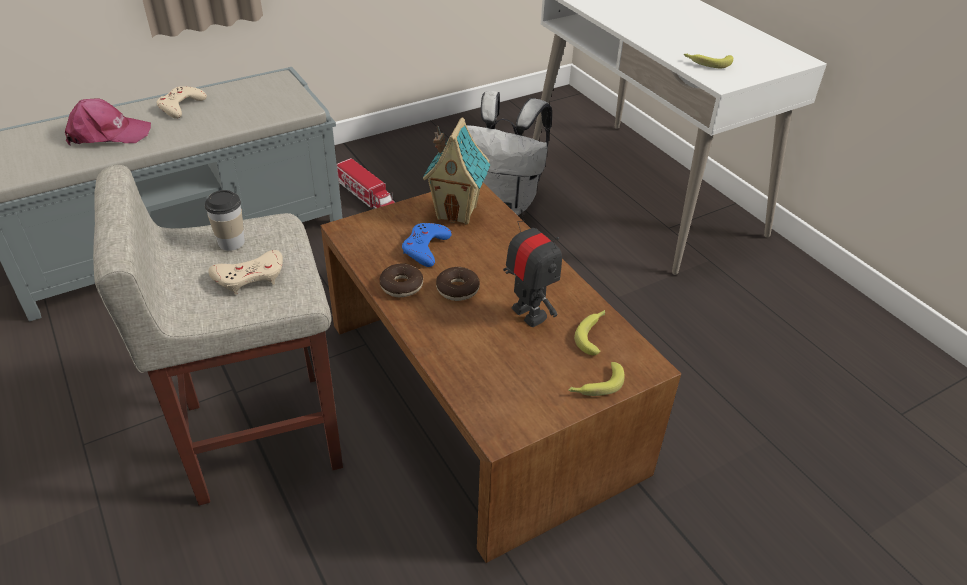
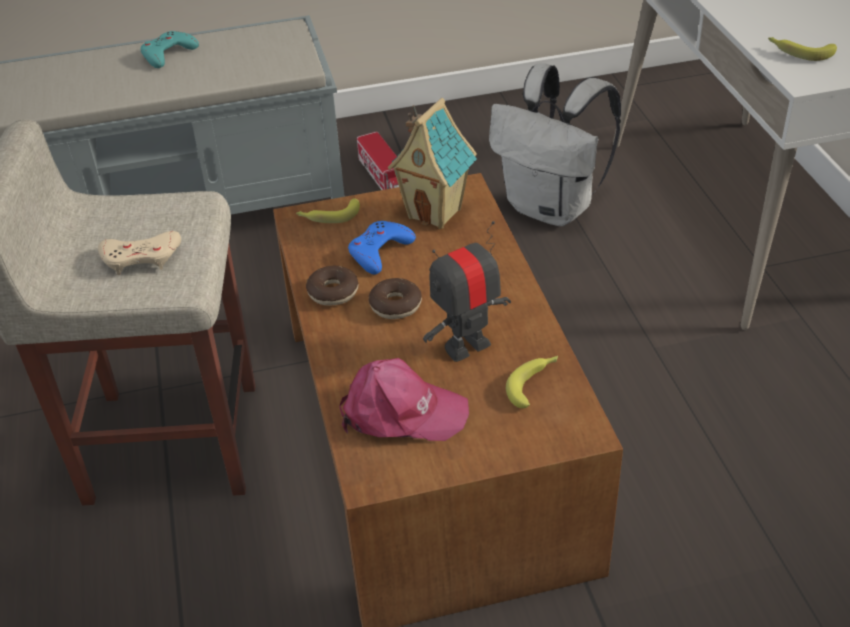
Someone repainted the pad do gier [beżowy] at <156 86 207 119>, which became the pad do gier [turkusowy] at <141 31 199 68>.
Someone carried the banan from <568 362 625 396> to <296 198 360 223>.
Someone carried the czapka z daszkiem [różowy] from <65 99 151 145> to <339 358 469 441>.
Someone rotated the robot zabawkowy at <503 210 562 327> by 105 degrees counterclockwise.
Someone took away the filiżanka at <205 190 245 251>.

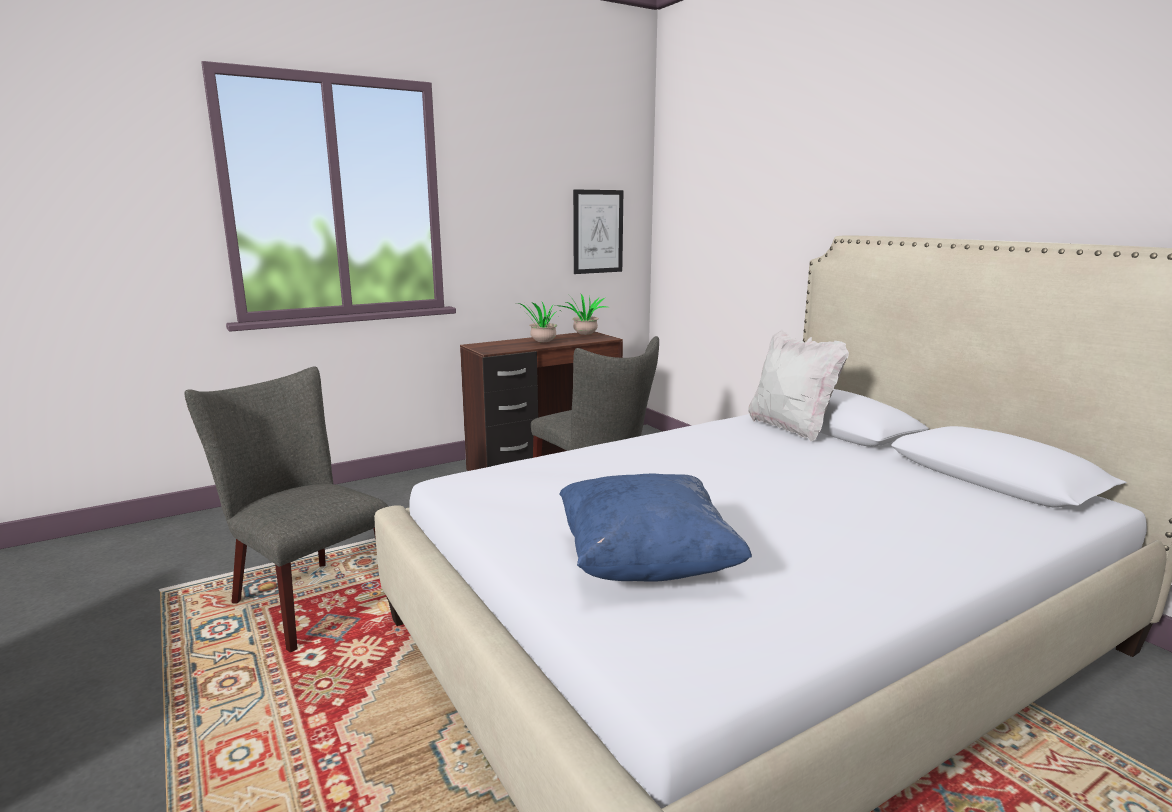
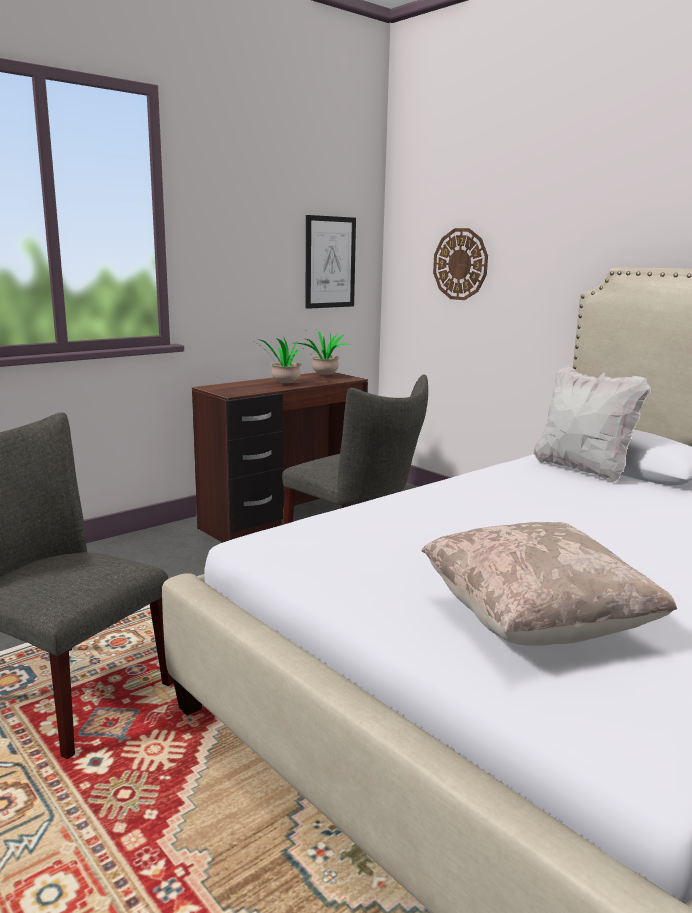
Someone repainted the poduszka [niebieski] at <559 474 752 582>, which became the poduszka [beżowy] at <422 522 677 646>.
Someone put up the zegar ścienny at <433 228 488 300>.

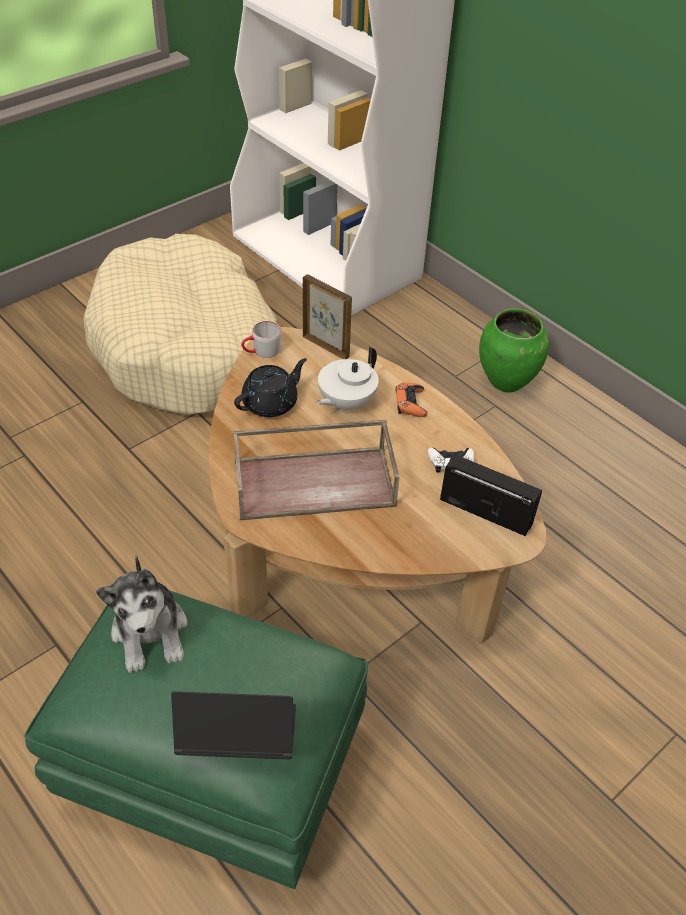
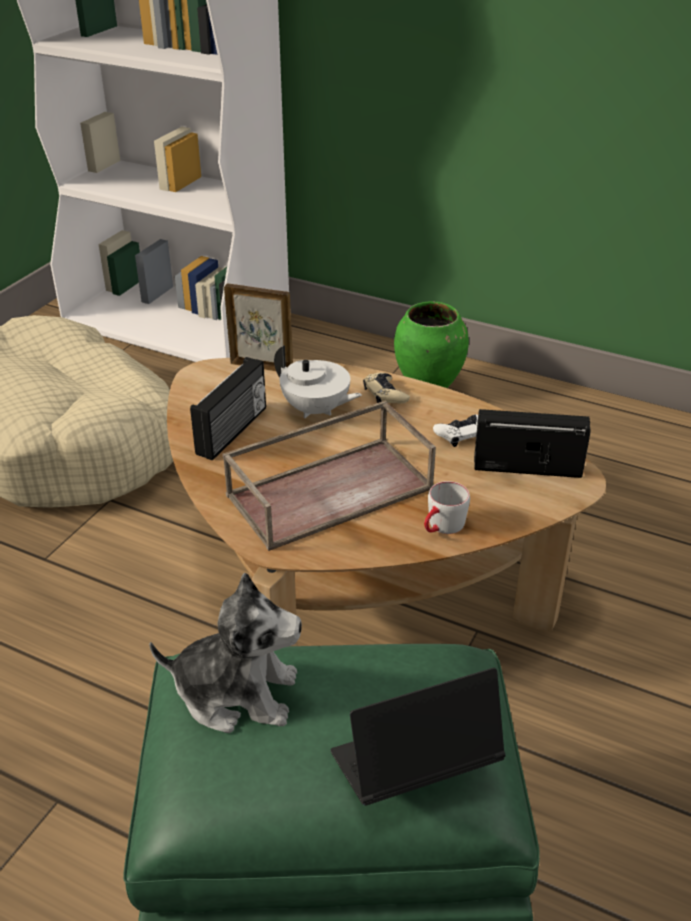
Someone rotated the pluszak at <96 555 188 673> by 45 degrees counterclockwise.
Someone swapped the imbryk [czarny] at <234 358 307 417> for the radio at <190 357 266 461>.
Someone rotated the imbryk [biały] at <316 347 379 411> by 75 degrees counterclockwise.
Someone repainted the pad do gier [pomarańczowy] at <396 383 427 417>, which became the pad do gier [beżowy] at <363 373 410 403>.
Someone carried the kubek [szary] from <241 321 281 358> to <424 481 470 534>.

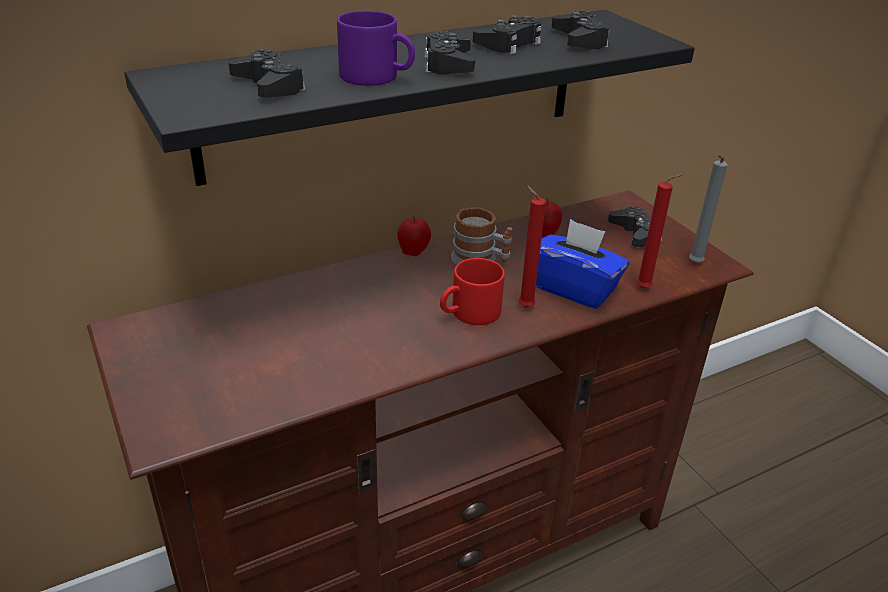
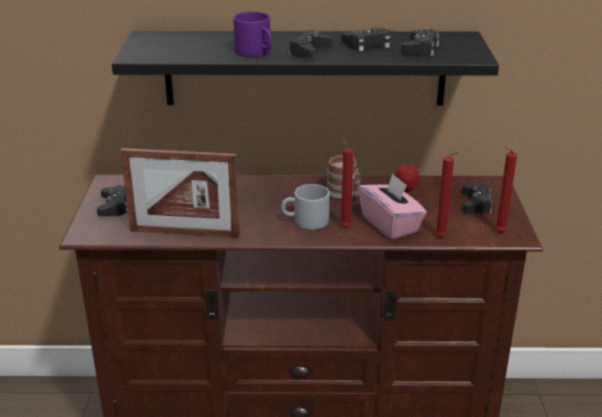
Someone carried the pad do gier [czarny] from <229 50 305 98> to <97 185 128 216>.
Someone put down the ramka na zdjęcie at <120 148 240 238>.
Someone repainted the kubek [czerwony] at <440 258 505 325>, which became the kubek [szary] at <281 184 329 230>.
Someone repainted the pudełko chusteczek [niebieski] at <536 219 629 309>, which became the pudełko chusteczek [różowy] at <358 173 427 240>.
Someone repainted the świeca [szary] at <689 155 728 263>, which became the świeca [czerwony] at <495 147 517 232>.
Someone took away the jabłko at <397 215 431 256>.

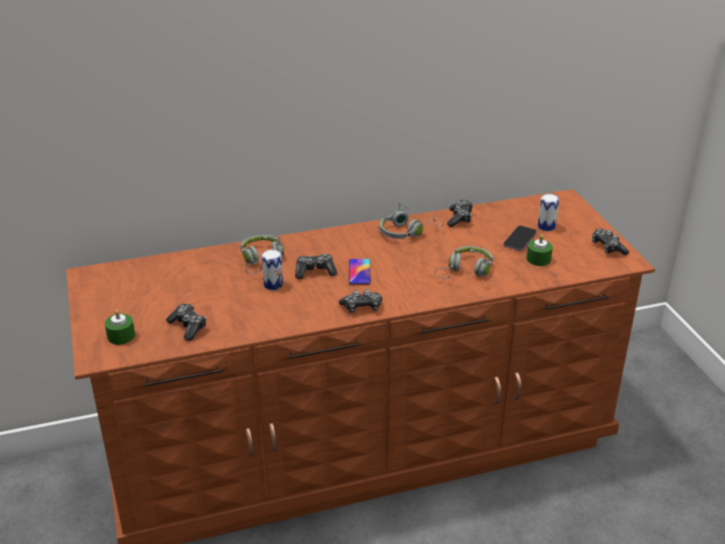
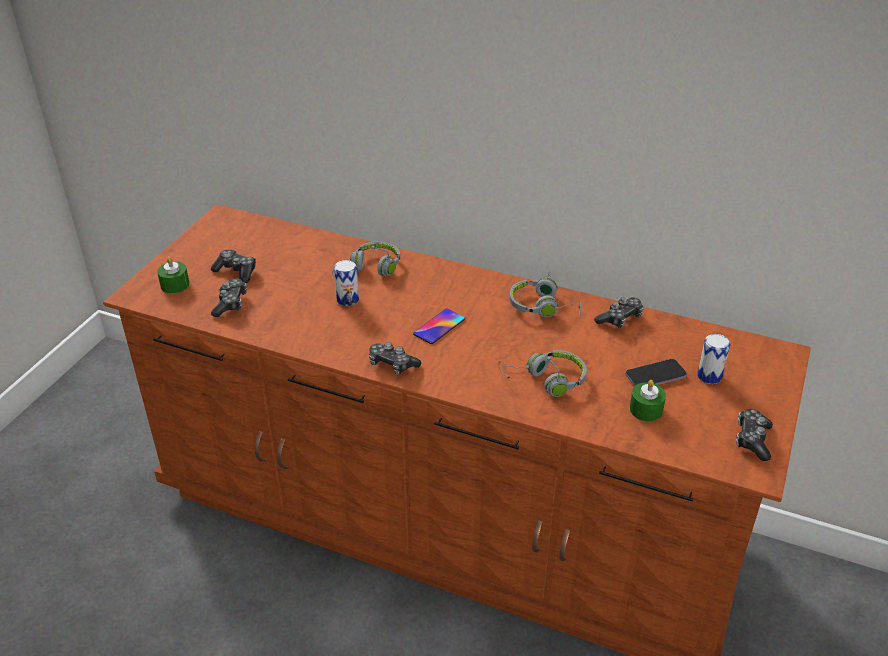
Someone carried the pad do gier from <295 254 337 279> to <211 249 256 283>.

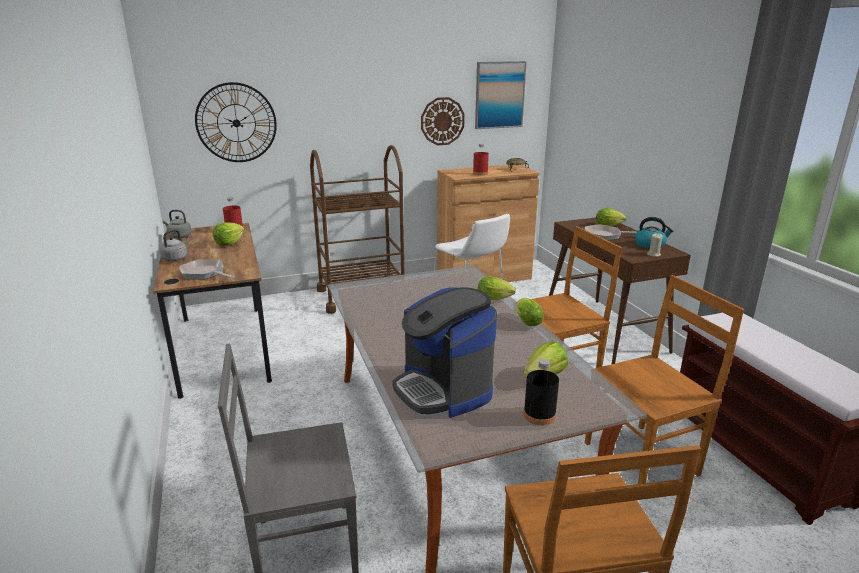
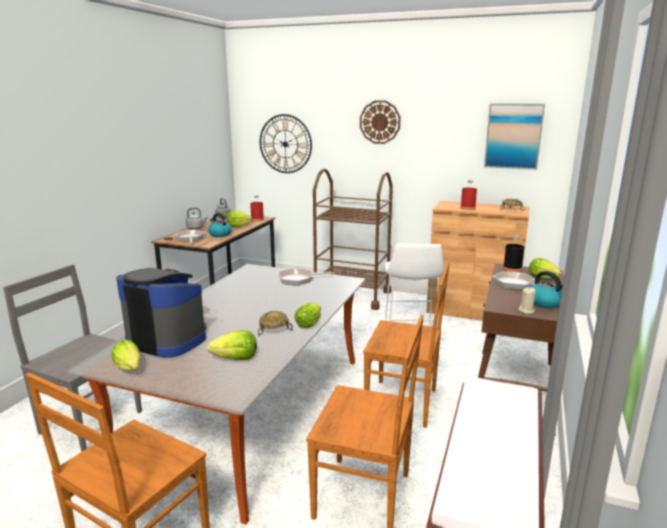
Someone carried the sałata from <478 276 516 300> to <112 340 141 371>.
Someone rotated the ekspres do kawy at <392 287 497 418> by 105 degrees clockwise.
Someone put down the czajnik at <208 213 232 237>.
Someone put down the miska [beżowy] at <258 311 293 336>.
Someone put down the patelnia at <278 268 335 286>.
Someone carried the zegar ścienny from <421 97 465 145> to <360 100 401 144>.
Someone carried the butelka [czarny] from <523 359 559 425> to <503 235 524 272>.

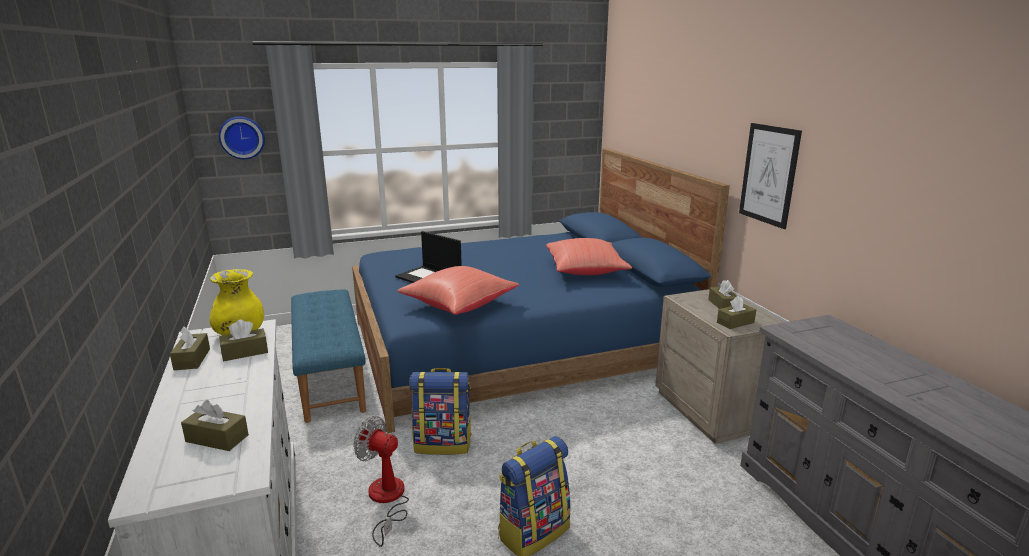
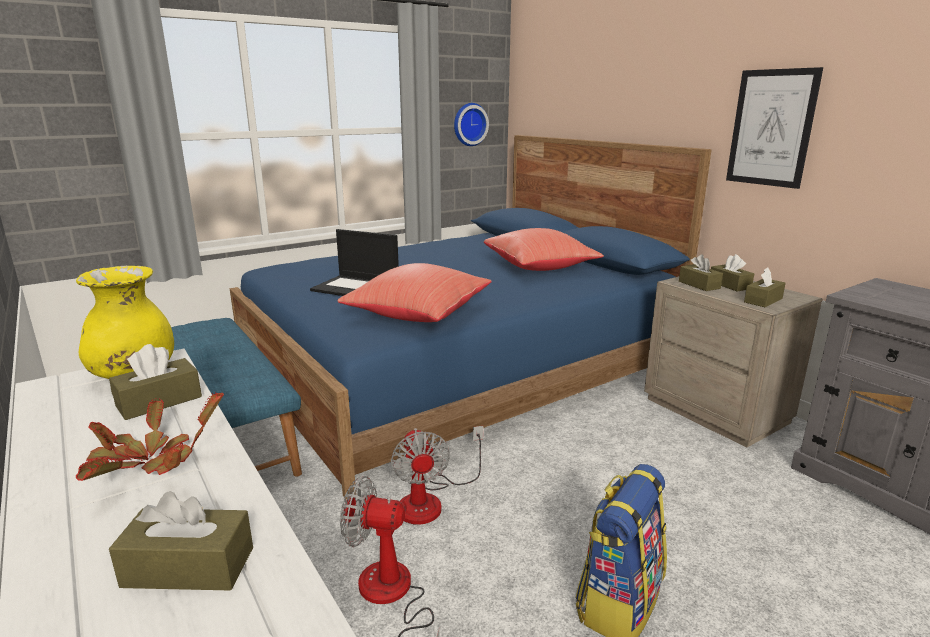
Someone put down the roślina doniczkowa at <76 392 224 481>.
Someone swapped the plecak at <409 368 472 455> for the wentylator at <391 426 483 525>.
Someone carried the zegar ścienny from <219 116 265 159> to <454 103 489 146>.
Someone carried the pudełko chusteczek [brązowy] from <170 327 210 370> to <679 254 723 291>.

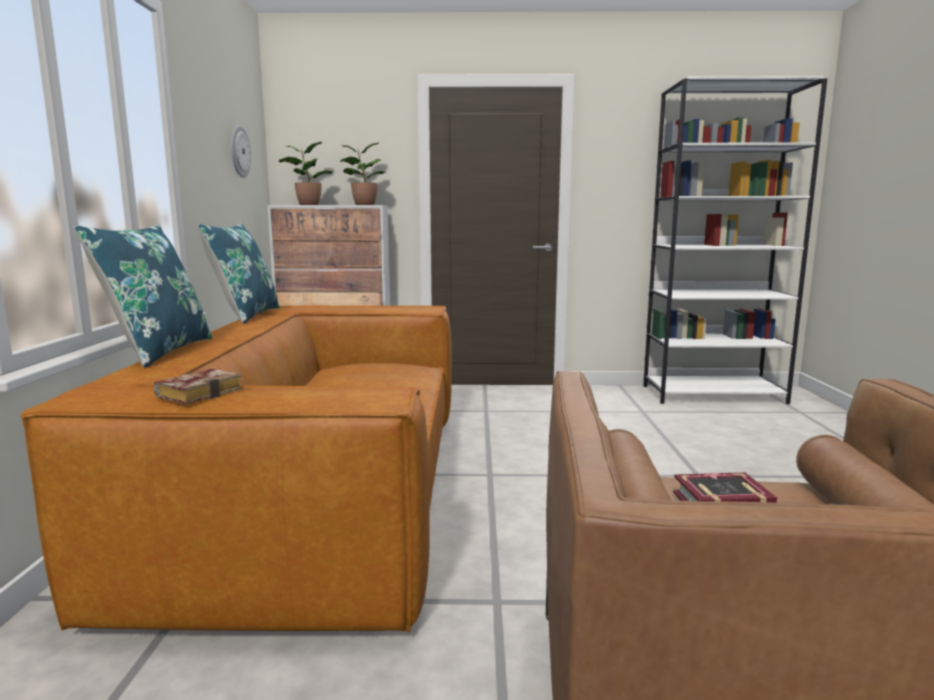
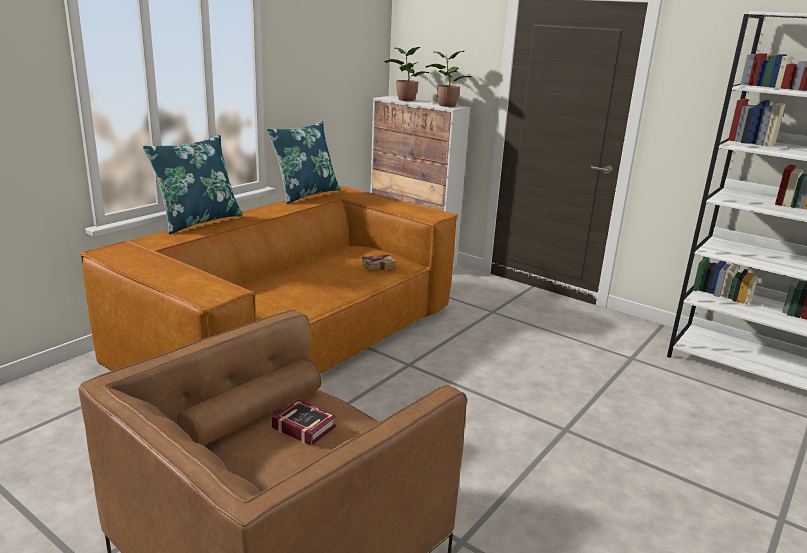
Someone carried the książka from <154 369 242 404> to <361 255 396 271>.
Someone took away the zegar ścienny at <231 125 251 178>.

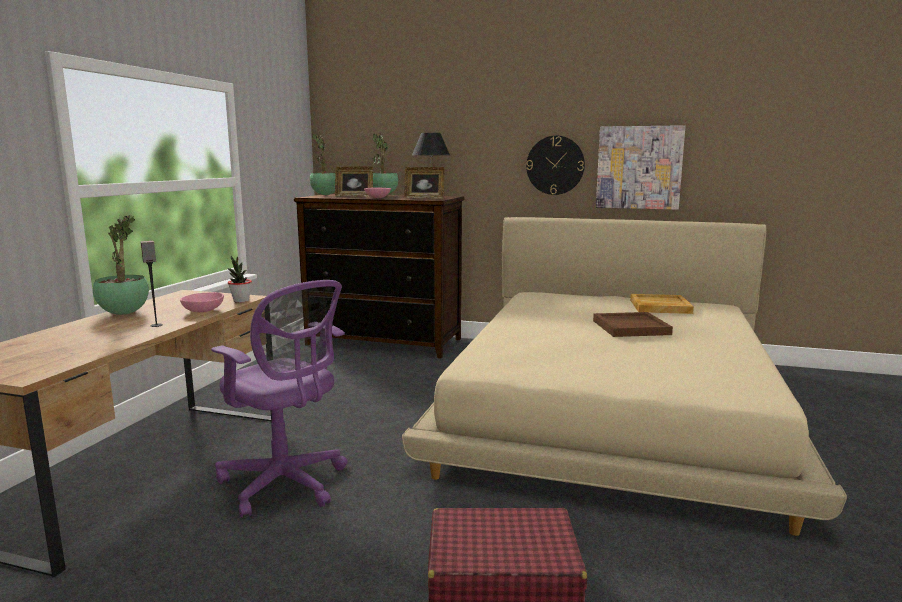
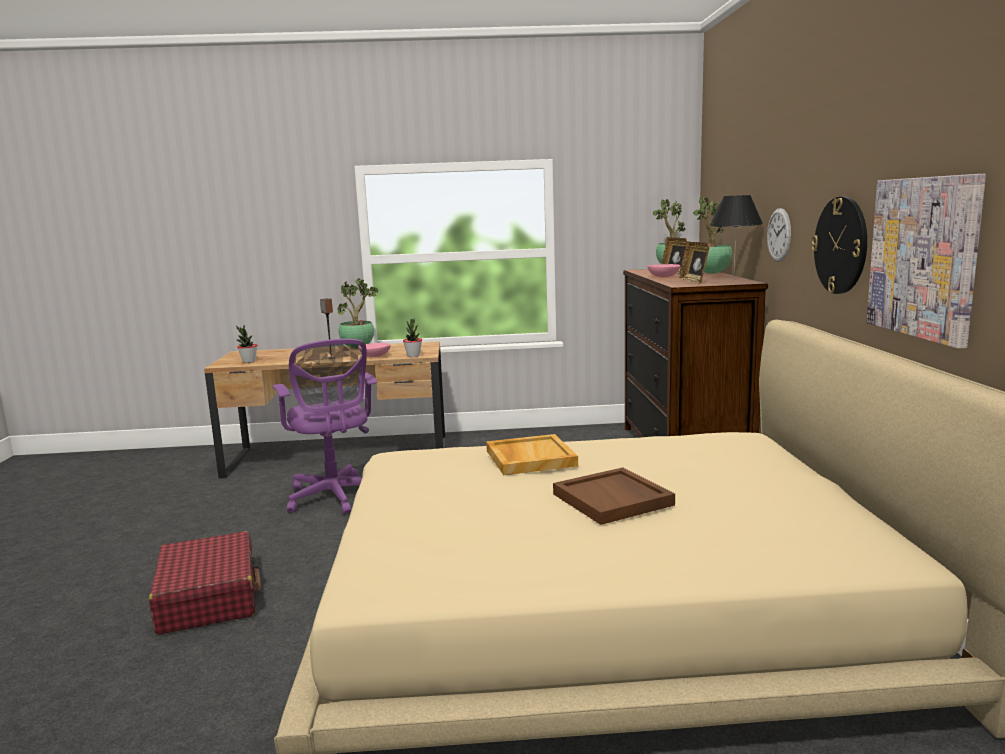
Someone put down the roślina doniczkowa at <236 325 257 363>.
Someone rotated the krzesło biurowe [fioletowy] at <211 280 347 518> by 45 degrees counterclockwise.
Someone carried the taca [beżowy] from <630 294 694 314> to <486 434 578 475>.
Someone put up the zegar ścienny at <767 208 791 262>.

